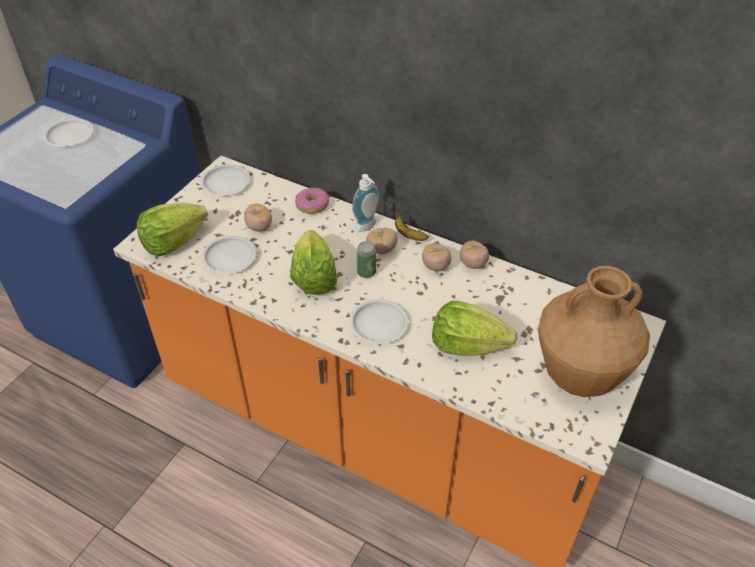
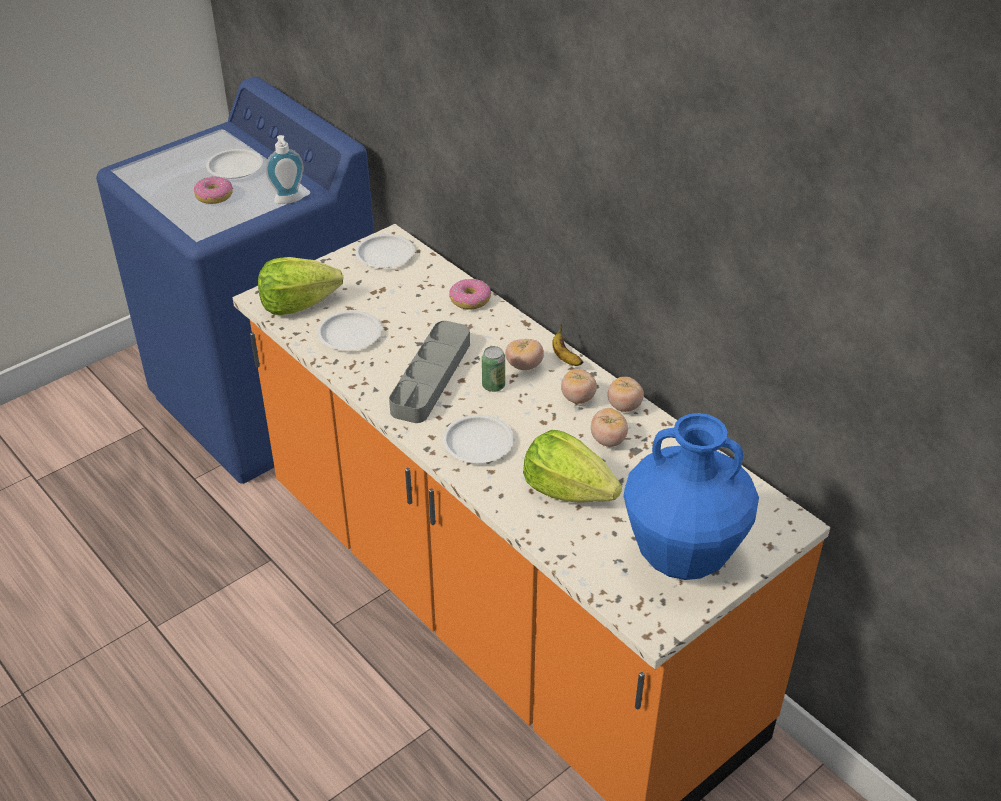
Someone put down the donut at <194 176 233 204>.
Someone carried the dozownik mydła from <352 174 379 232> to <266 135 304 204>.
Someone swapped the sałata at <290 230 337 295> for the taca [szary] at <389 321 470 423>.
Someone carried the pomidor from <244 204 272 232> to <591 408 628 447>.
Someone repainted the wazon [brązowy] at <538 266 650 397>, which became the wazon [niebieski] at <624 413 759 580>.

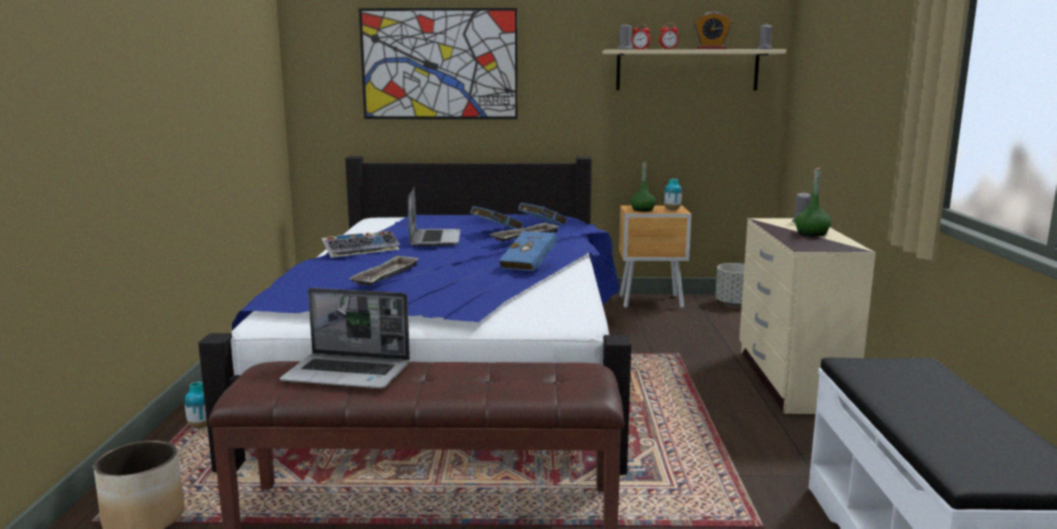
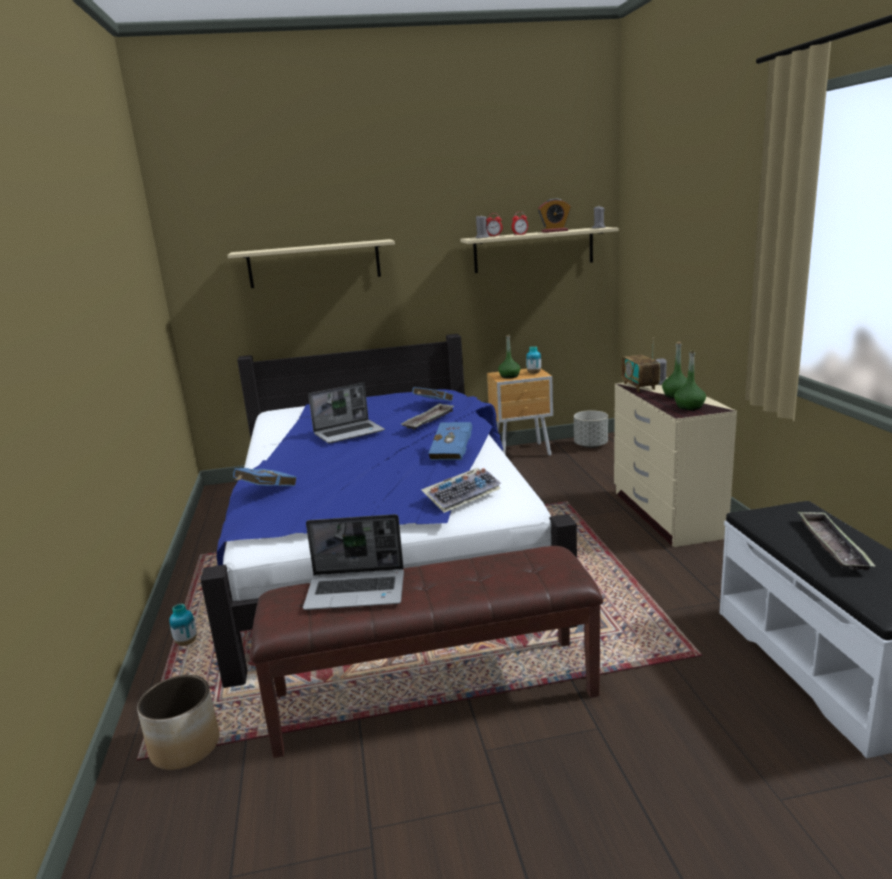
Someone swapped the obraz at <359 8 517 119> for the półka [beżowy] at <227 239 395 288>.
Someone carried the książka [niebieski] from <471 206 523 229> to <233 468 297 486>.
Someone rotated the laptop at <408 187 460 247> by 75 degrees clockwise.
Someone carried the klawiatura from <322 230 400 258> to <421 468 501 513>.
Someone put down the radio at <621 337 660 392>.
Someone put down the butelka [zielony] at <674 351 706 410>.
Someone carried the taca from <349 255 419 287> to <798 511 876 570>.

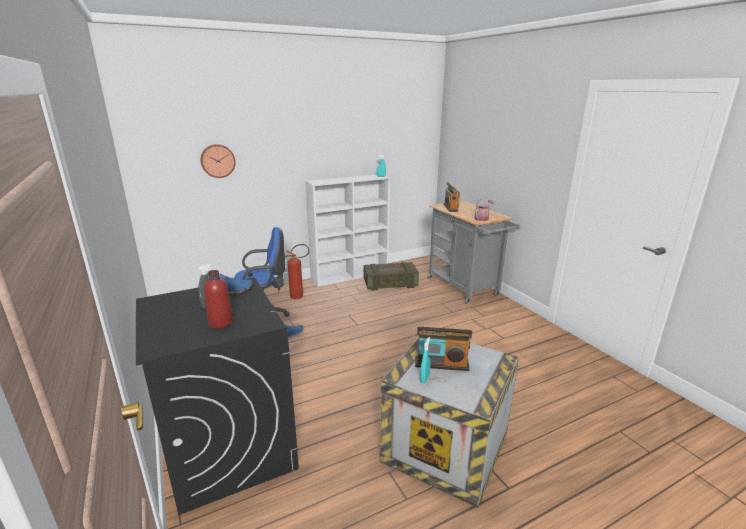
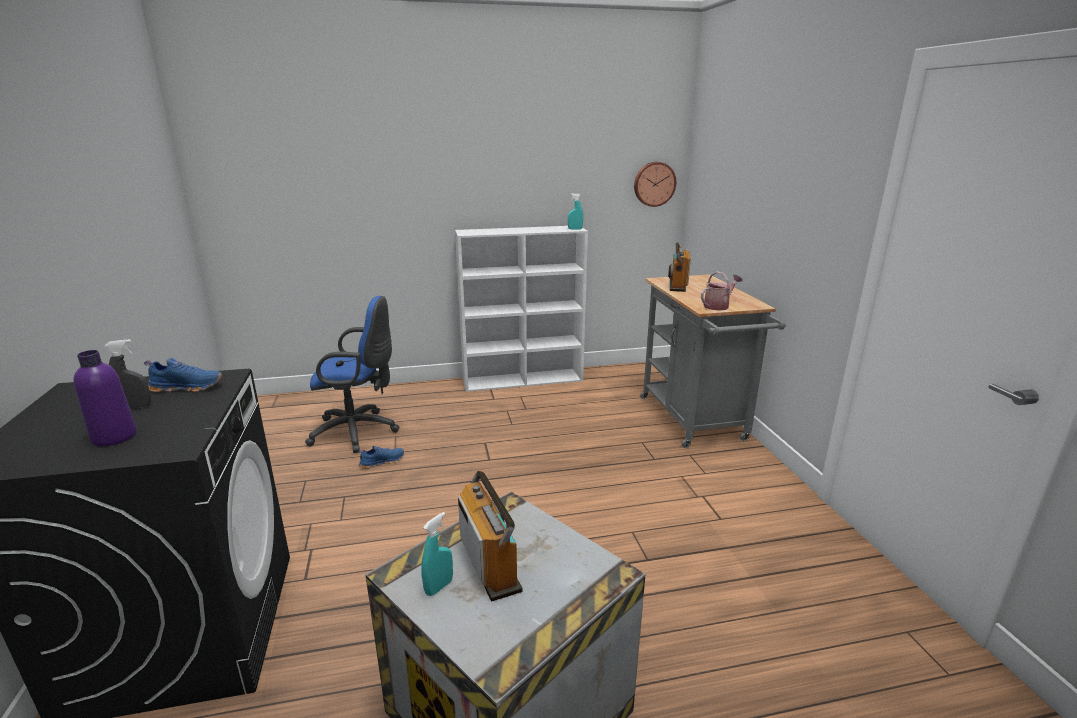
Someone repainted the butelka [czerwony] at <204 270 233 328>, which became the butelka [fioletowy] at <73 350 137 446>.
Someone rotated the radio at <415 327 472 371> by 135 degrees counterclockwise.
Someone carried the zegar ścienny from <201 144 236 178> to <634 162 676 207>.
Someone took away the gaśnica at <285 244 310 299>.
Someone took away the skrzynka at <364 262 419 291>.

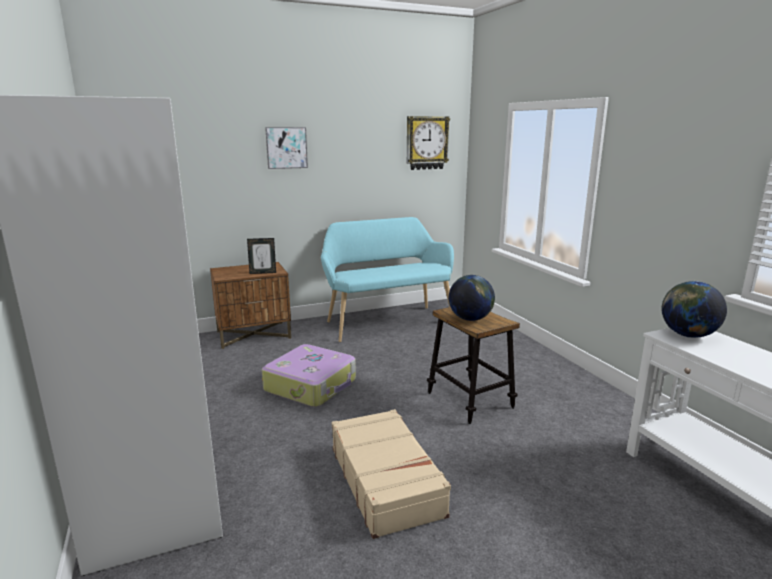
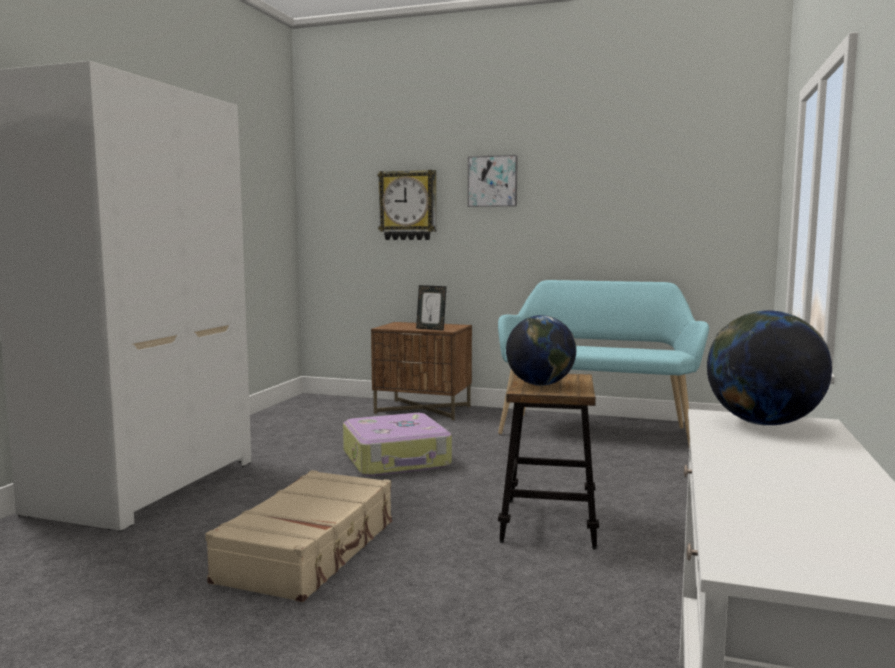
Someone carried the zegar ścienny from <407 116 450 170> to <377 170 436 240>.

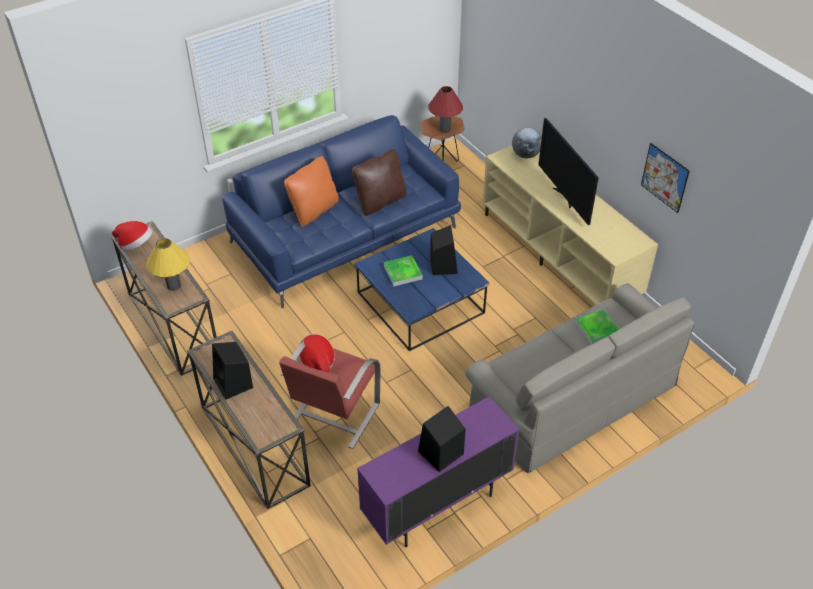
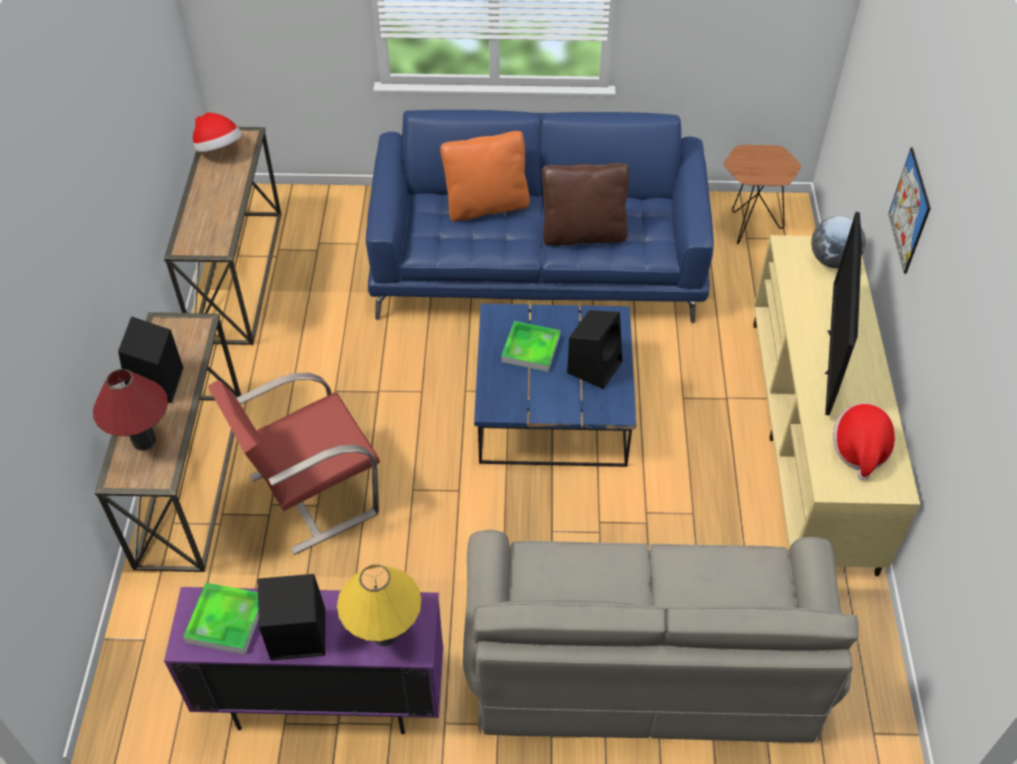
Someone carried the lampa stołowa [czerwony] from <428 86 463 133> to <93 369 168 450>.
Someone carried the taca from <575 309 619 345> to <183 583 259 654>.
Someone carried the lampa stołowa [żółty] from <146 238 190 291> to <337 565 421 646>.
Someone carried the kapelusz from <298 334 335 372> to <833 403 895 480>.
Someone carried the obraz from <641 143 690 213> to <888 148 931 274>.

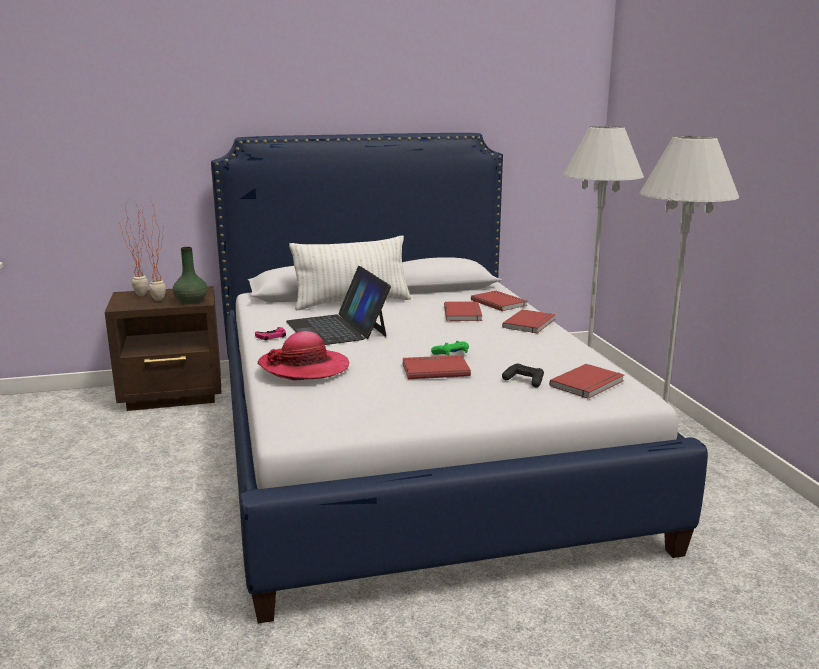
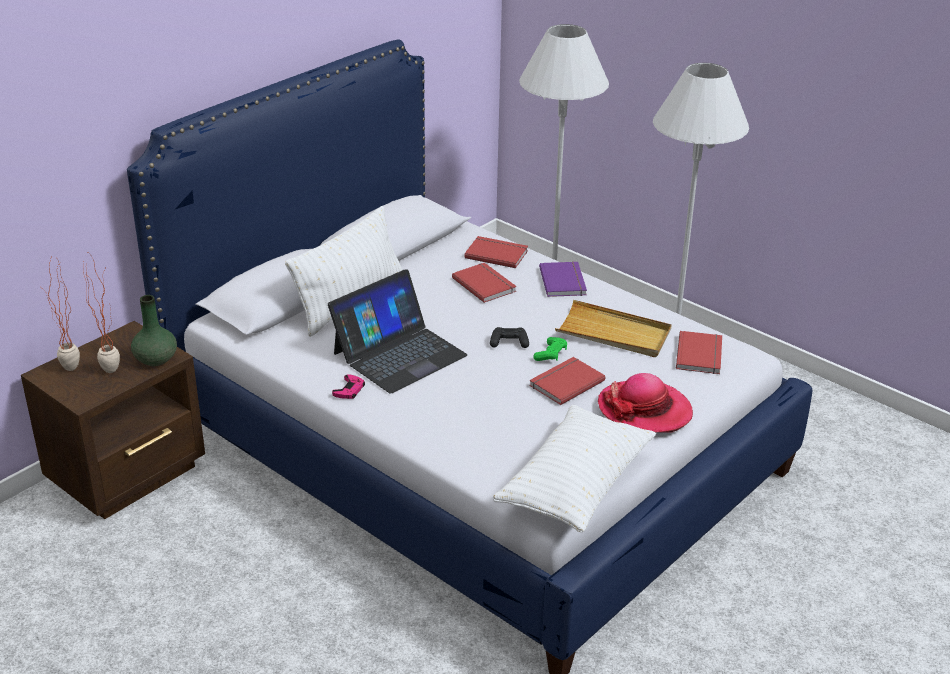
Someone rotated the laptop at <286 266 391 345> by 75 degrees counterclockwise.
Someone carried the pad do gier [czarny] from <502 364 544 387> to <490 327 529 348>.
Someone put down the poduszka [biały] at <493 405 656 532>.
Someone repainted the książka [czerwony] at <502 309 556 333>, which became the książka [fioletowy] at <539 261 587 297>.
Someone put down the taca [beżowy] at <555 300 671 357>.
Someone carried the kapelusz from <257 331 349 381> to <598 373 693 432>.

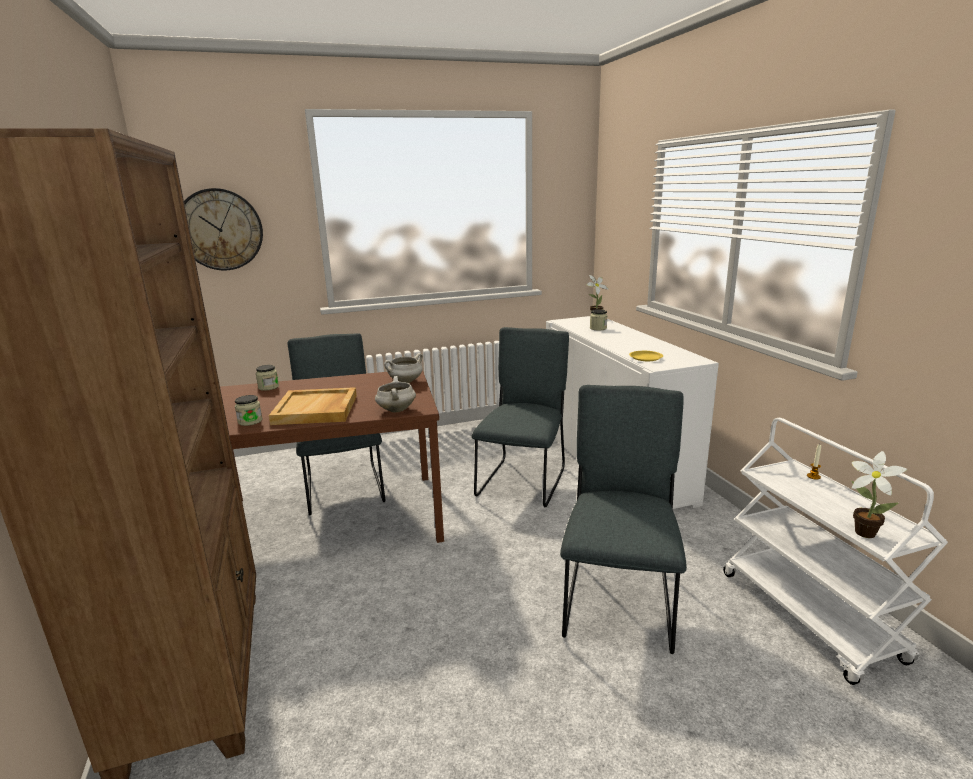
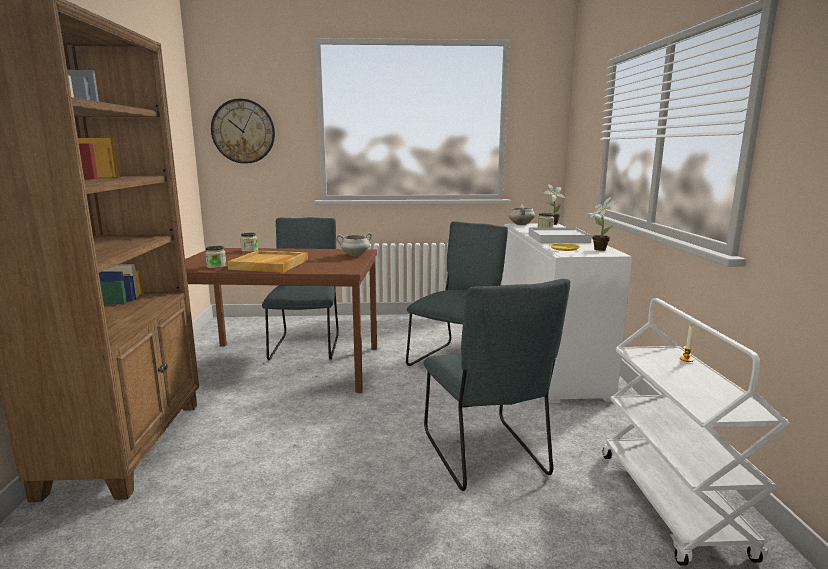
Someone rotated the krzesło [szary] at <560 385 687 654> by 135 degrees clockwise.
Someone carried the garnek [biały] from <375 376 416 413> to <508 204 535 225>.
Someone put down the taca [biały] at <529 227 592 243>.
Someone carried the roślina doniczkowa from <851 451 907 538> to <590 197 617 251>.

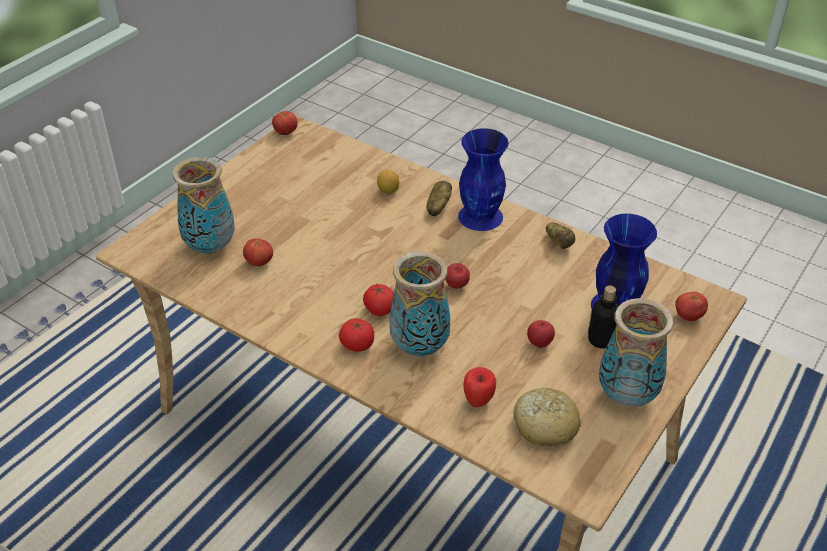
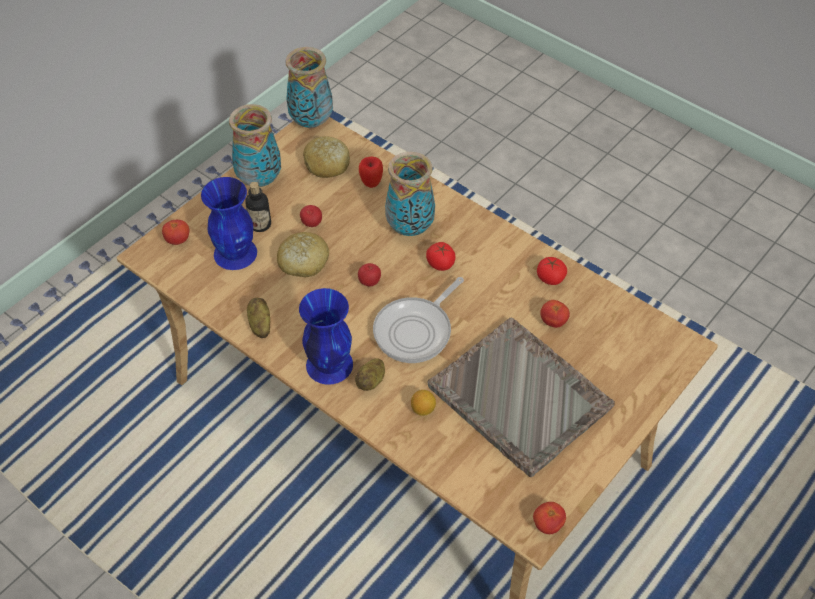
Someone put down the chleb at <277 232 329 277>.
Someone carried the wazon from <172 157 235 254> to <285 47 333 128>.
Someone put down the patelnia at <373 277 464 363>.
Someone put down the taca [szary] at <428 317 615 477>.
Someone carried the pomidor from <339 318 374 352> to <537 257 567 285>.

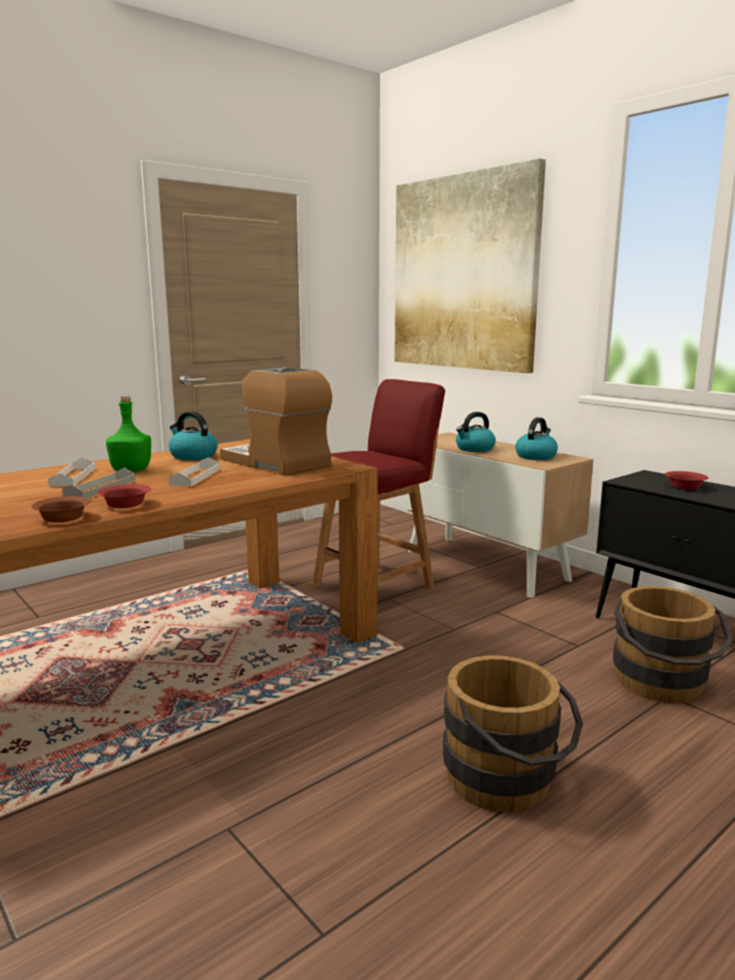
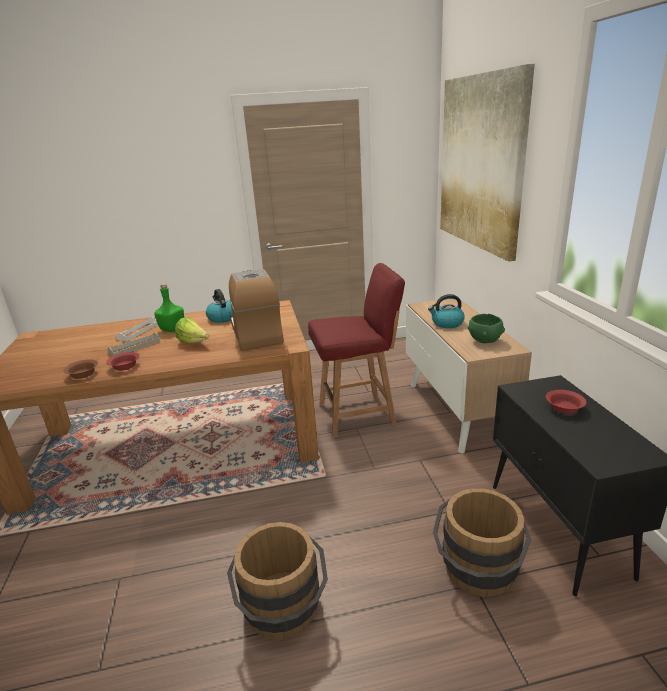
Someone swapped the taca [biały] at <168 457 220 486> for the sałata at <175 317 209 343>.
Someone swapped the czajnik at <515 417 558 460> for the miska [zielony] at <468 314 505 343>.

